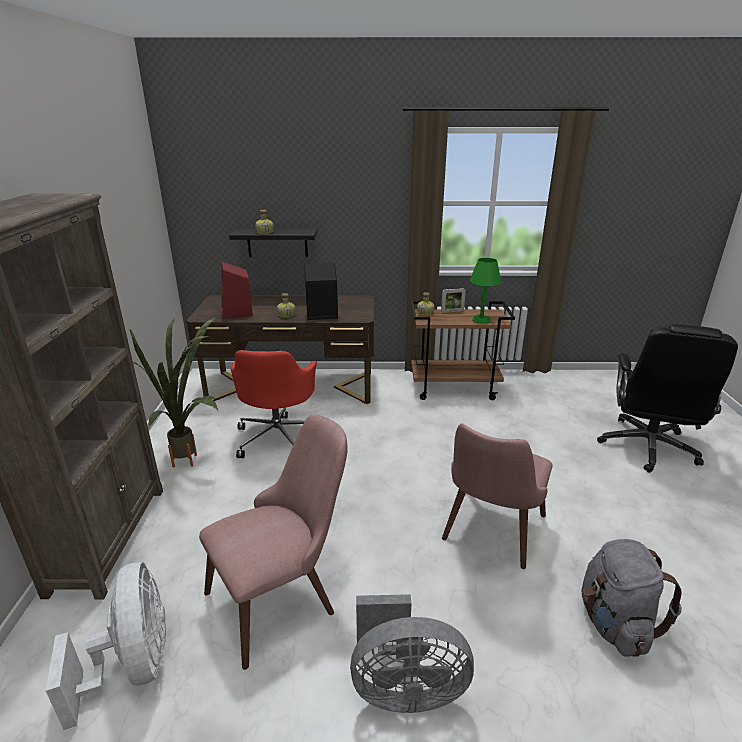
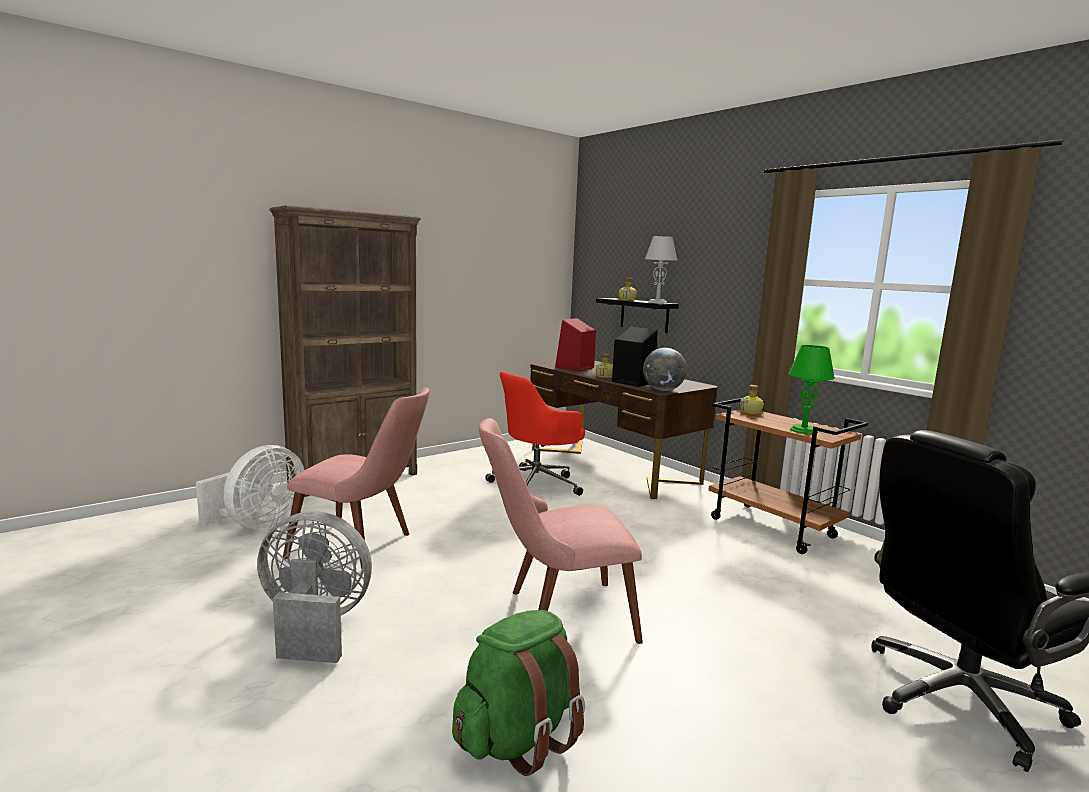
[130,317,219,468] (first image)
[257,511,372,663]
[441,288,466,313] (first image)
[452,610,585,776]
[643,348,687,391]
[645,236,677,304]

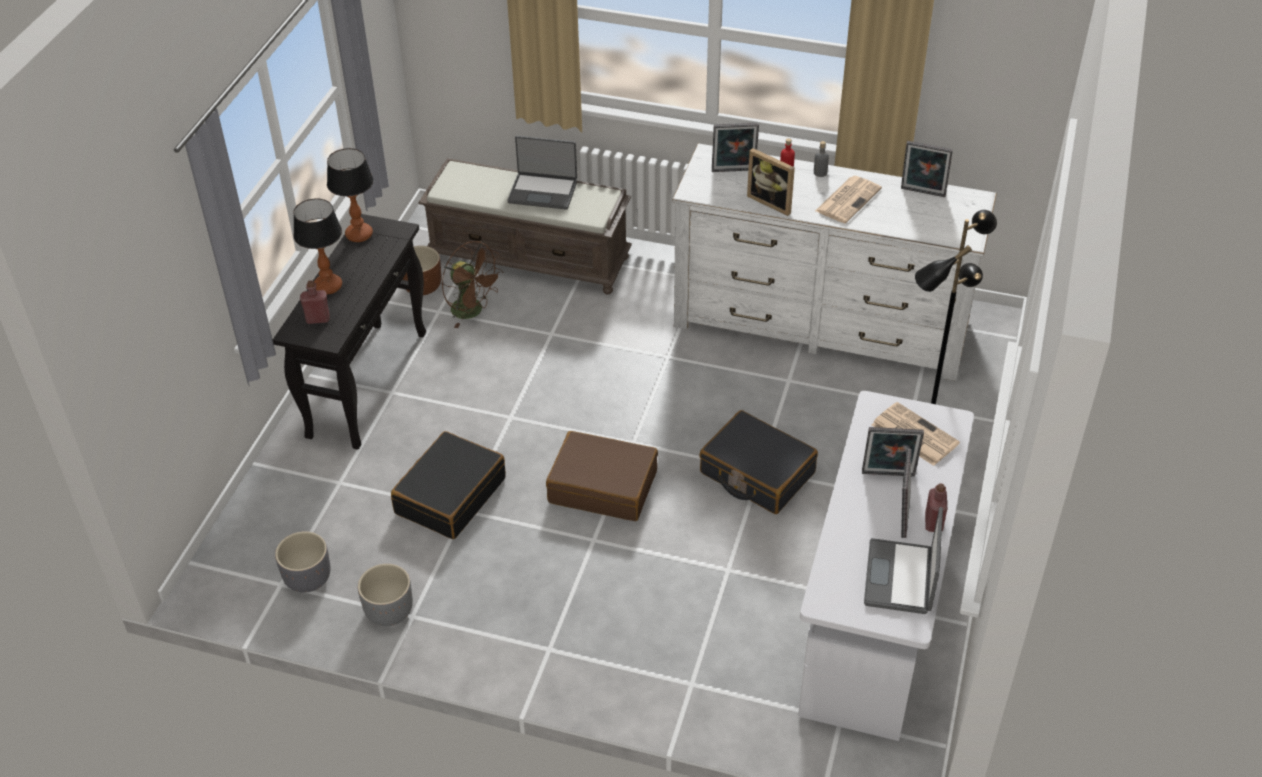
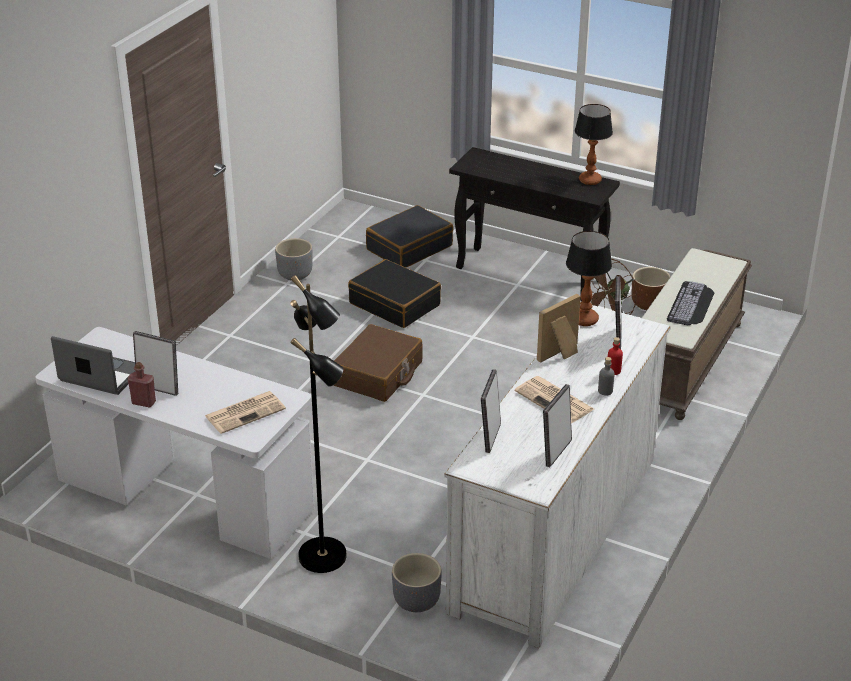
[392,553,442,612]
[566,231,612,326]
[300,280,330,324] (first image)
[667,281,714,325]
[366,205,453,267]
[481,369,501,453]

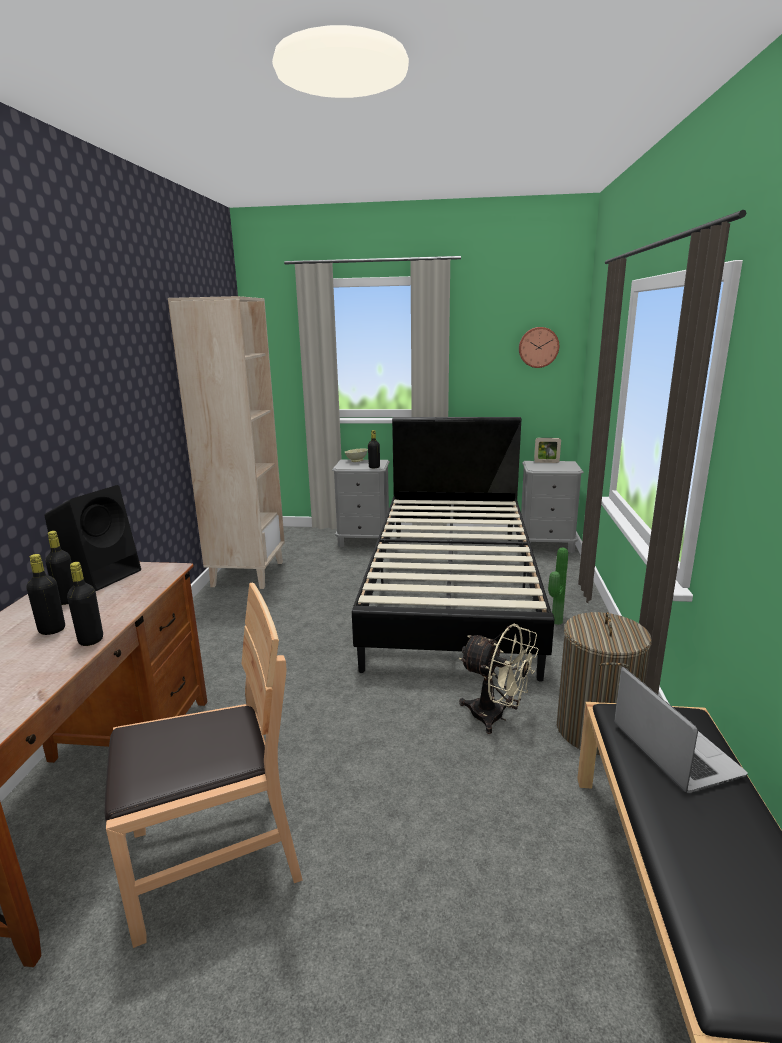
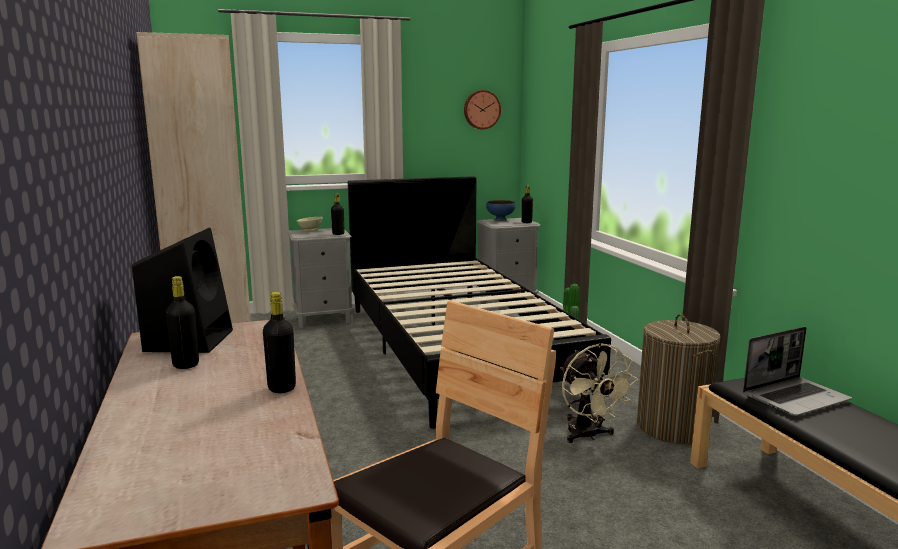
[521,185,533,223]
[560,343,638,443]
[486,200,516,221]
[743,327,852,416]

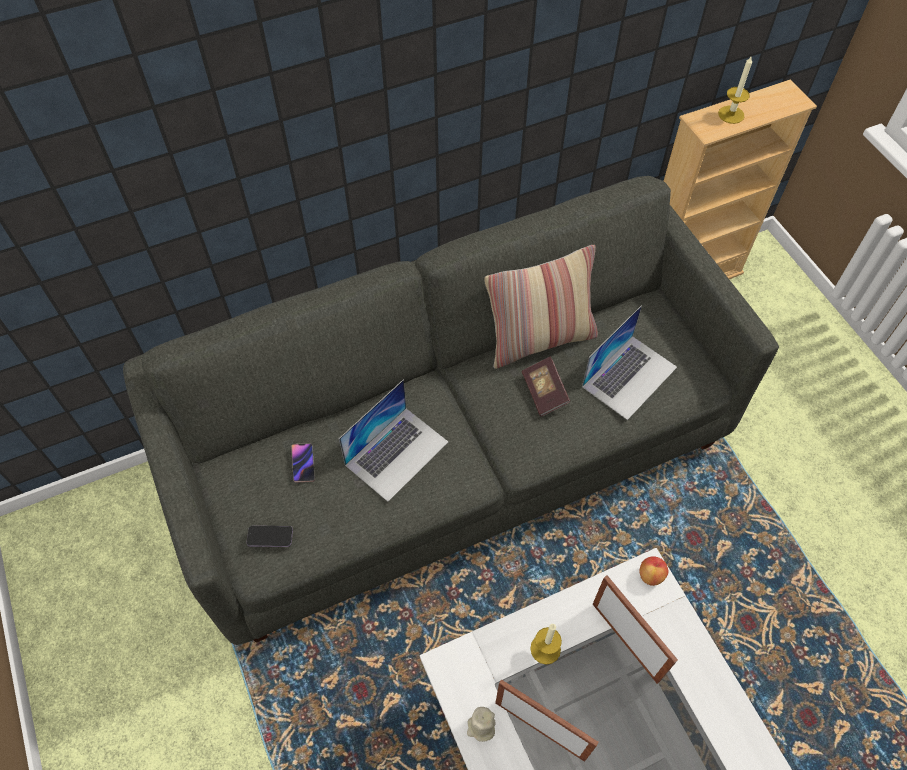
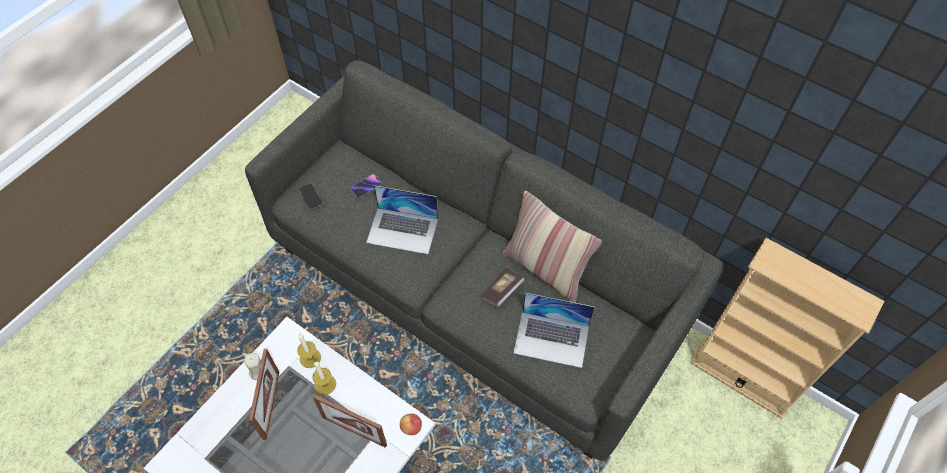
[313,394,387,448]
[297,334,321,368]

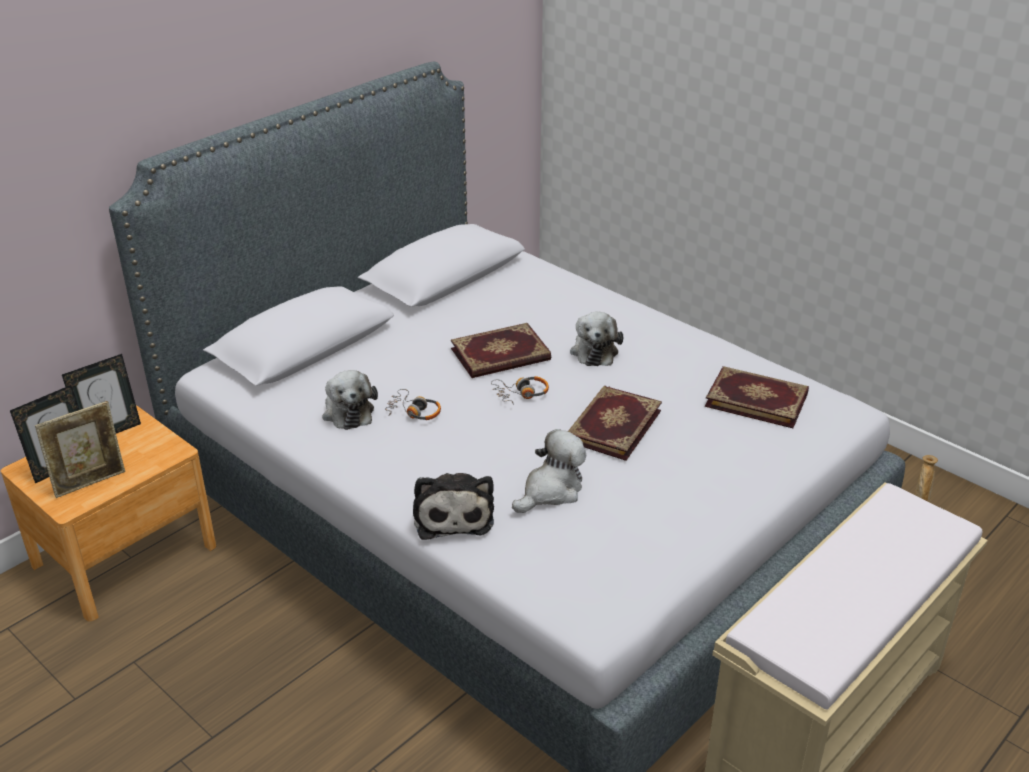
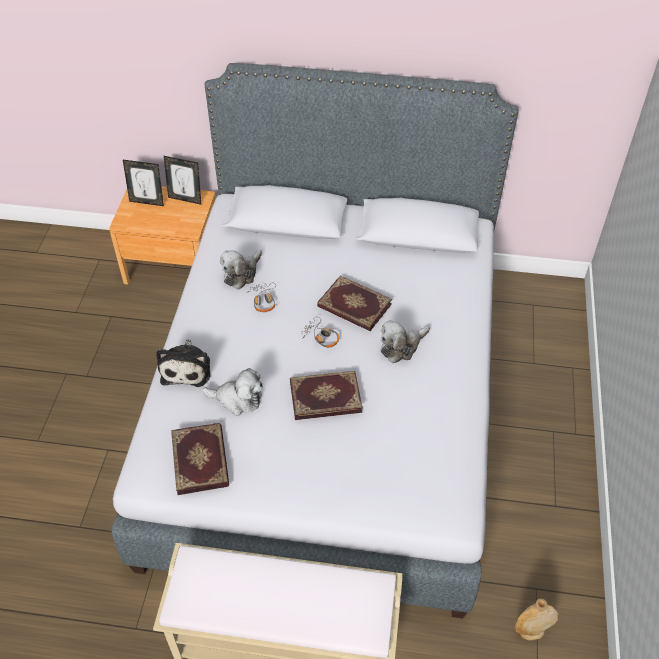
[35,401,125,498] (first image)
[156,339,211,387]
[171,423,229,495]

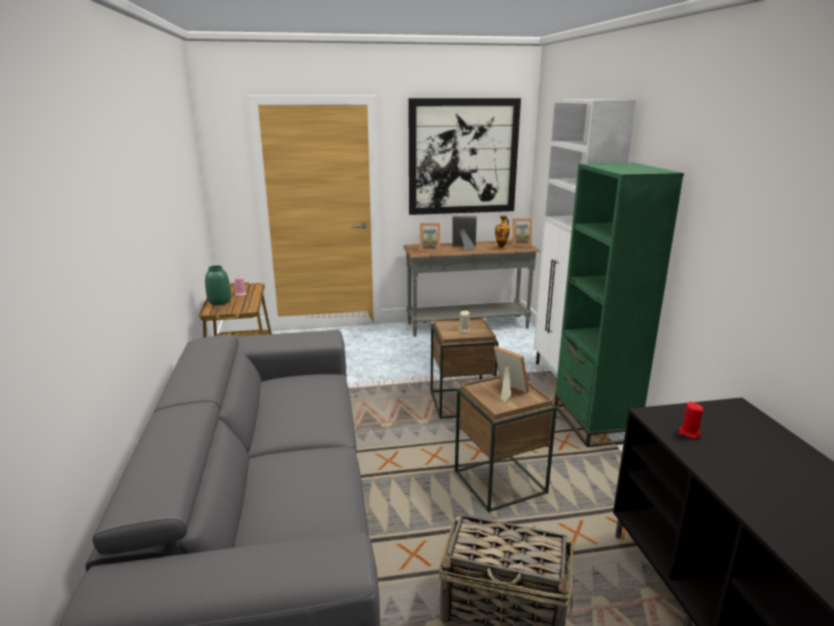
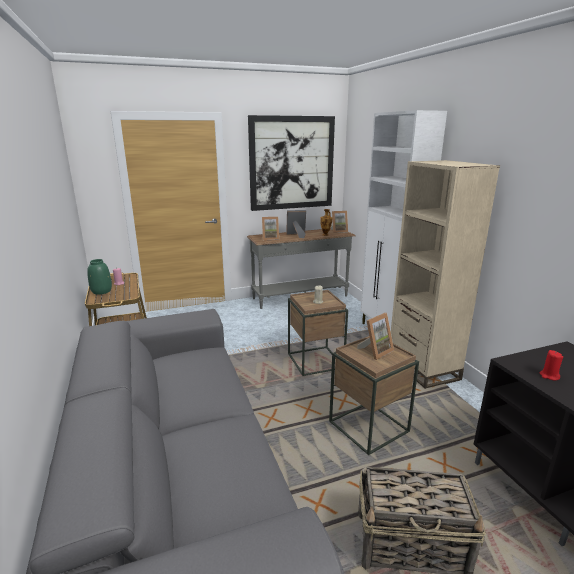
[357,313,394,360]
[391,160,500,389]

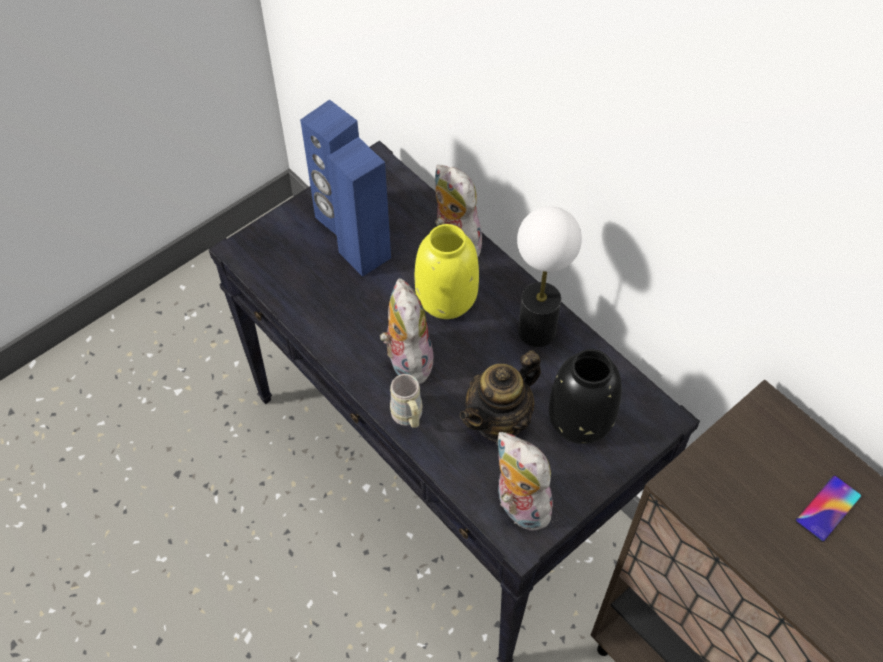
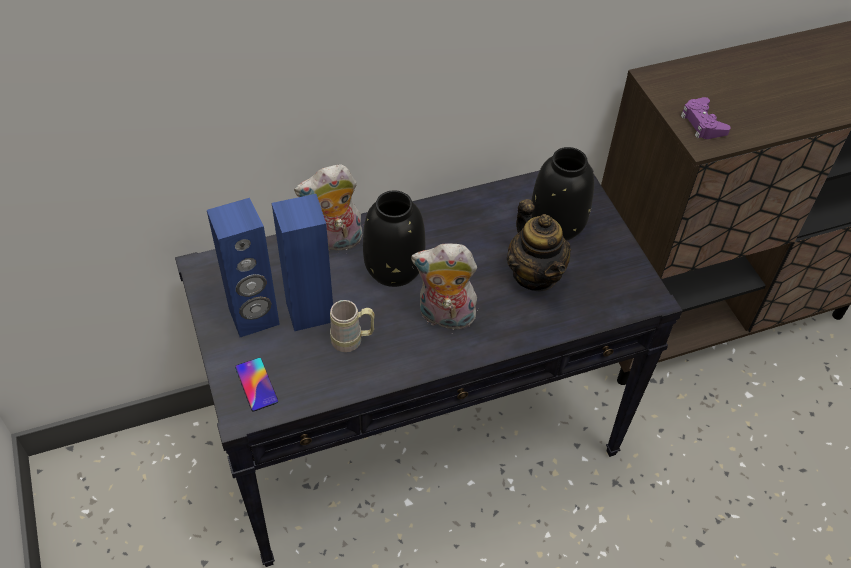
[330,300,375,352]
[363,190,425,287]
[497,432,553,531] (first image)
[517,206,582,347] (first image)
[235,358,278,411]
[681,97,731,139]

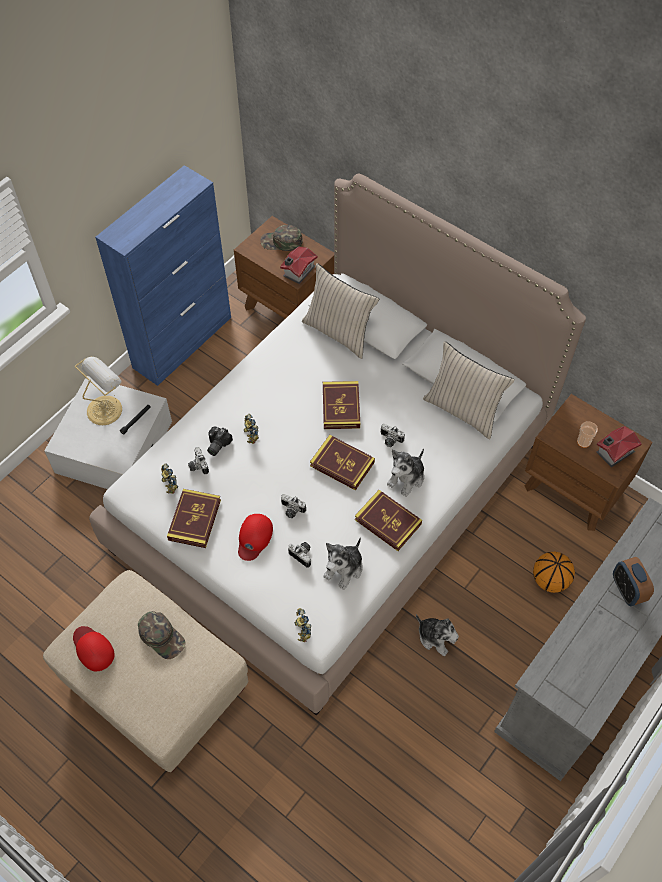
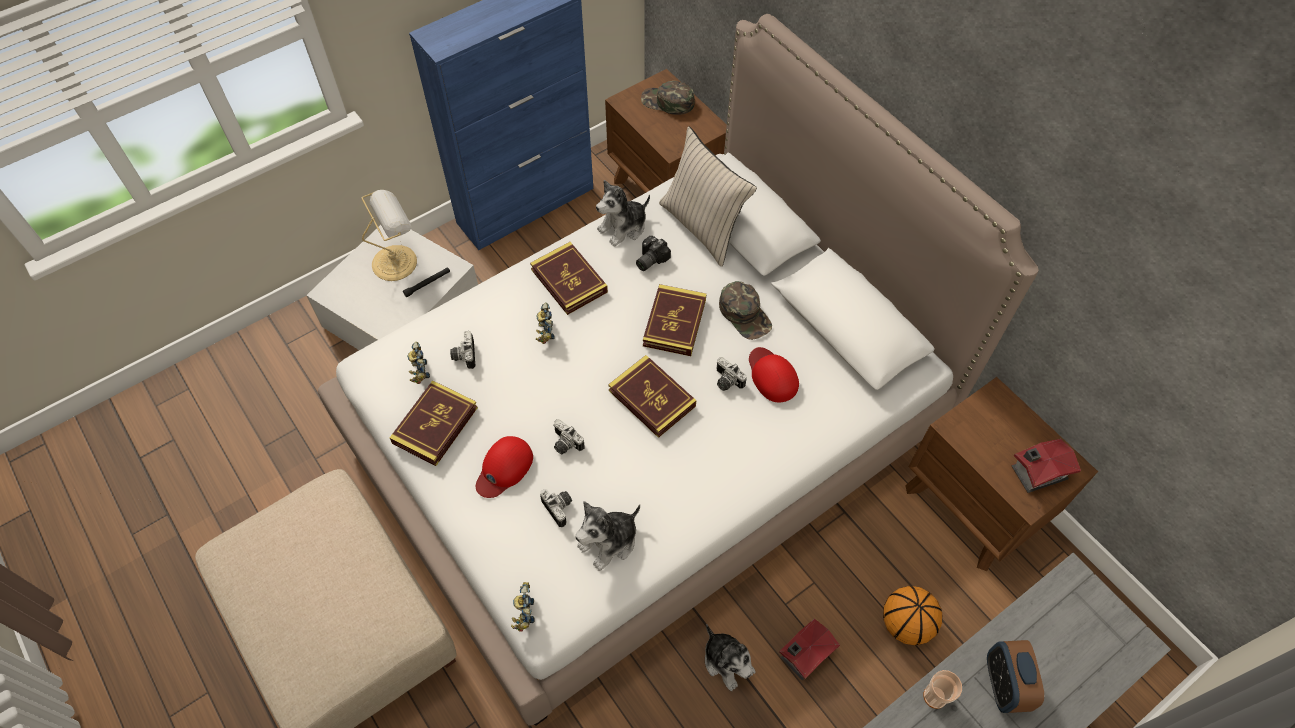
[749,347,799,402]
[719,281,772,340]
[636,236,671,271]
[779,619,840,681]
[530,242,608,315]
[596,180,650,247]
[423,341,515,439] (first image)
[923,670,962,709]

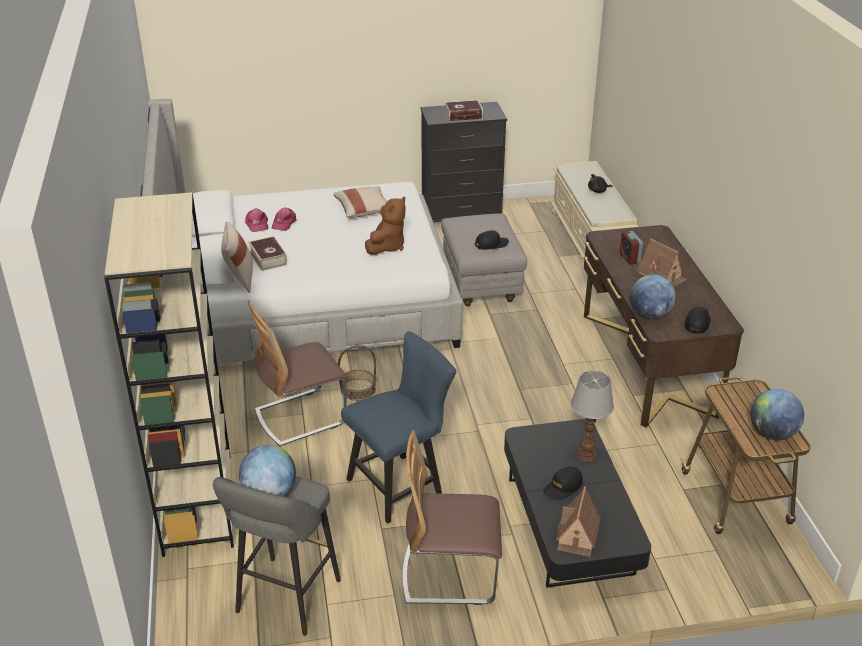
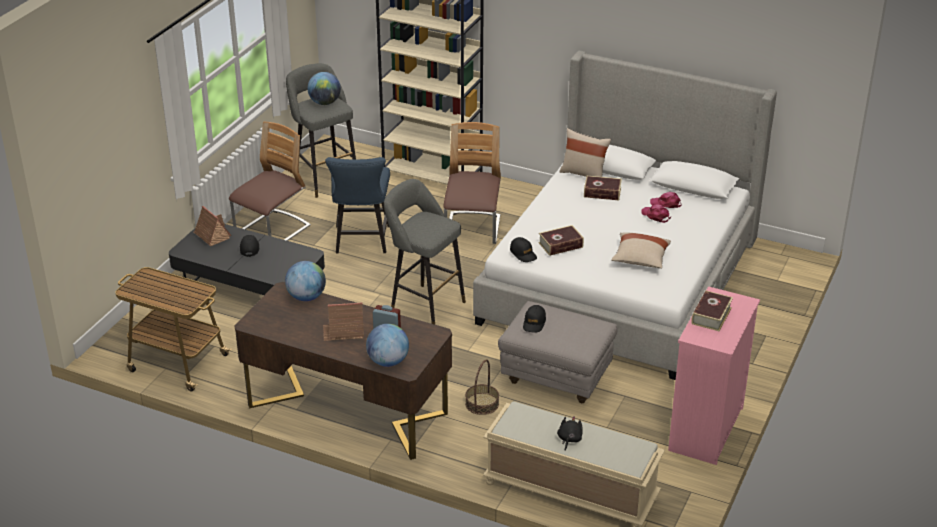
[465,359,499,415]
[538,225,584,256]
[668,286,760,465]
[571,371,614,462] (first image)
[510,237,537,262]
[366,324,409,367]
[384,179,466,325]

